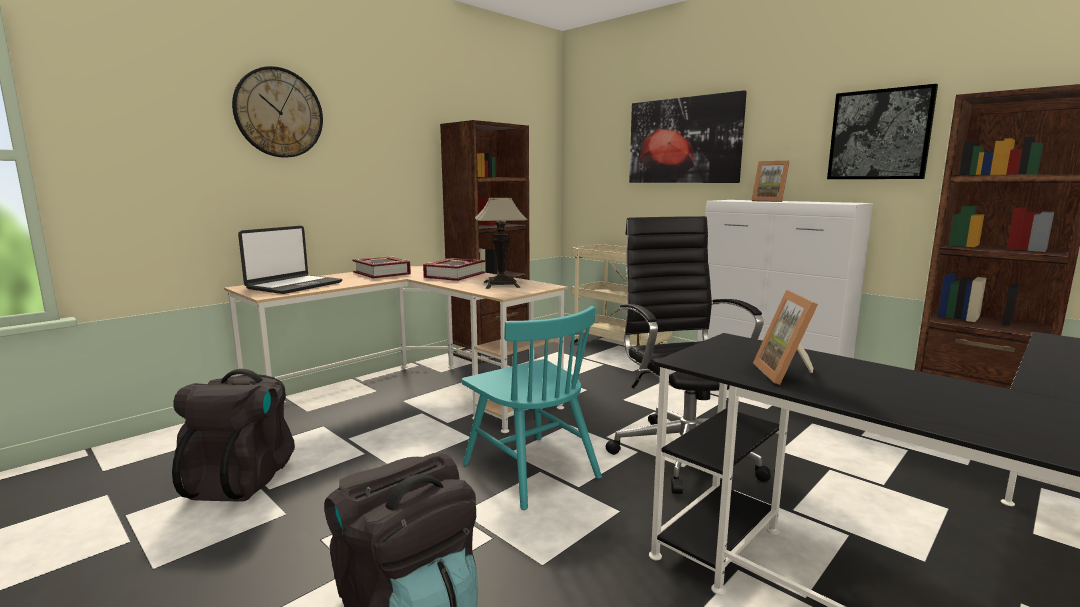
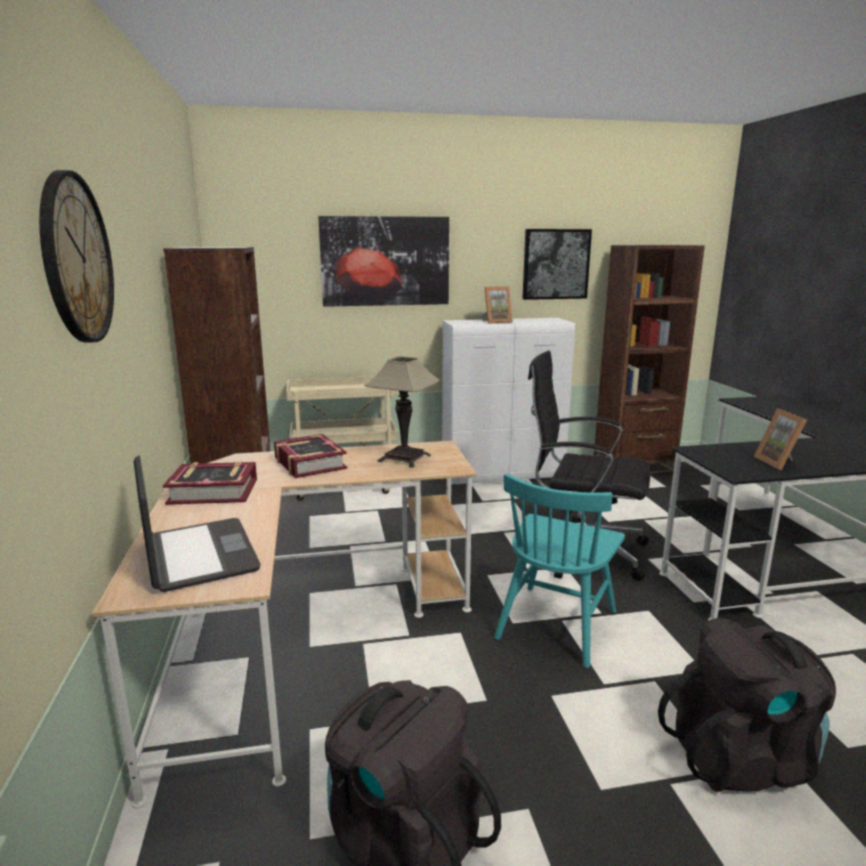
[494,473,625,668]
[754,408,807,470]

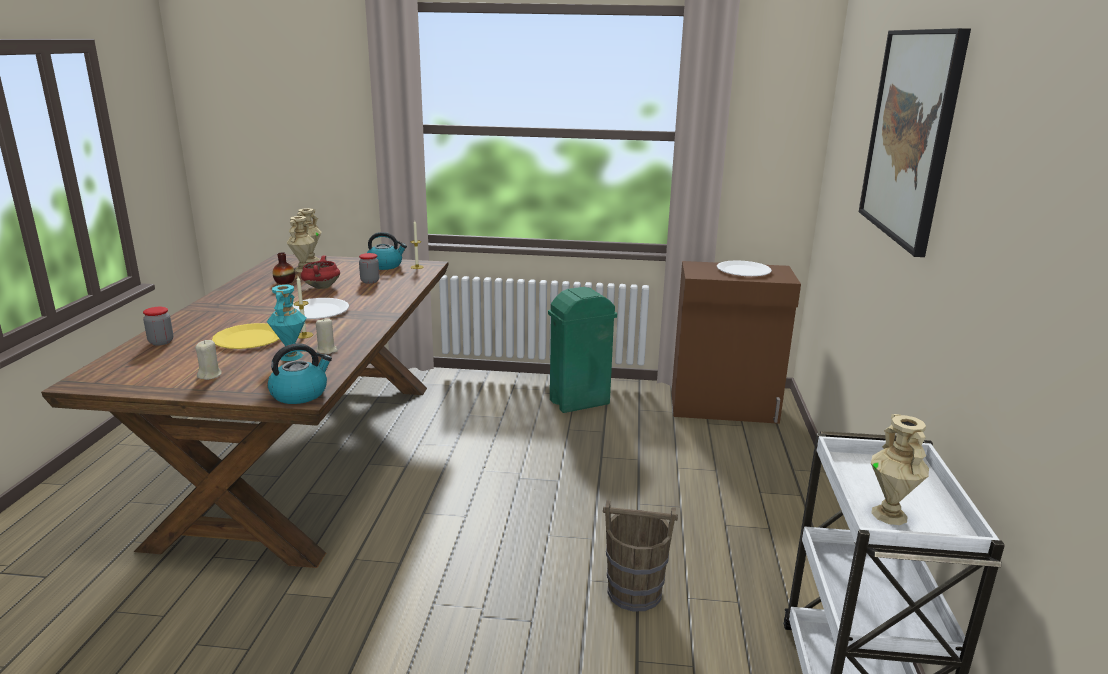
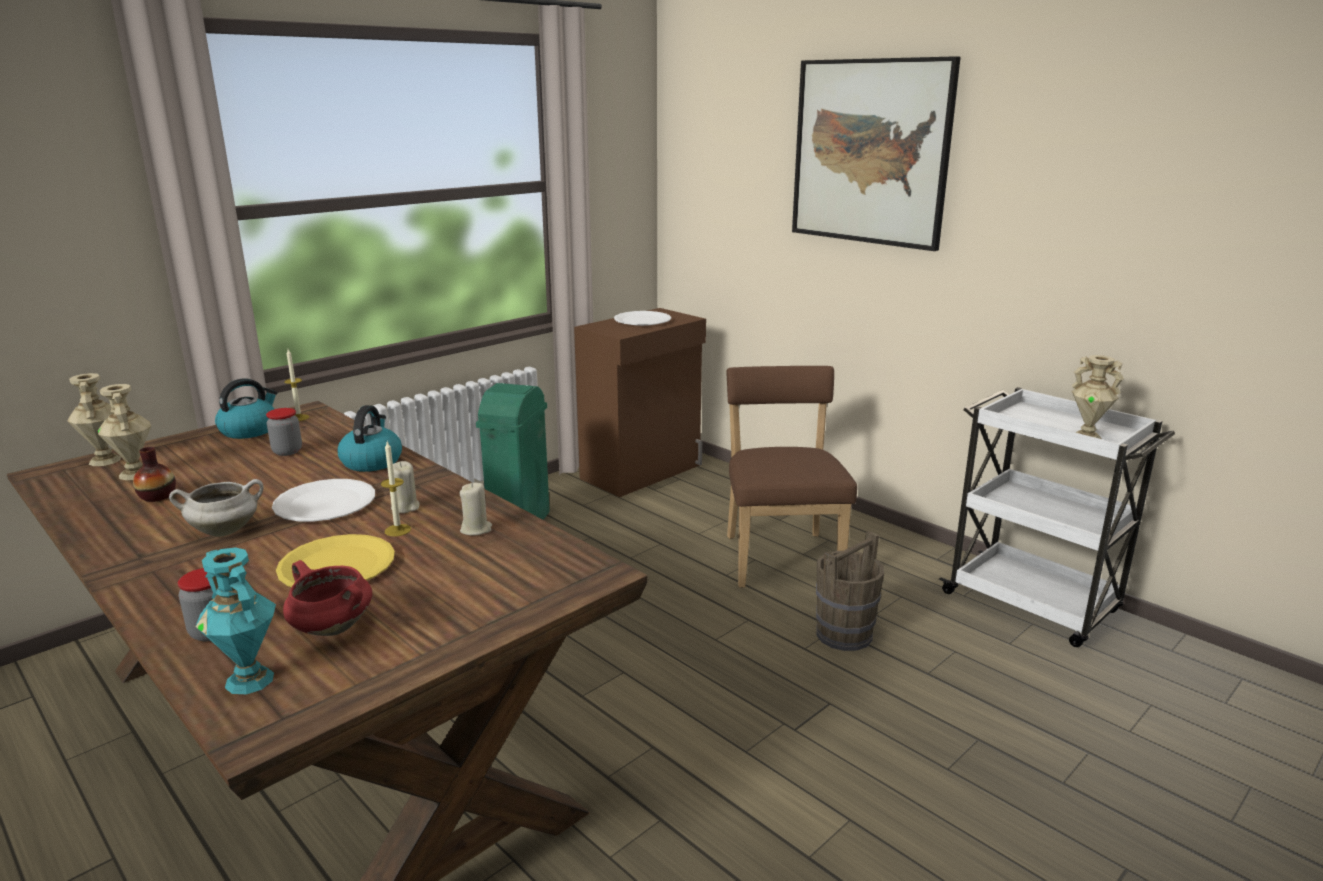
[391,461,420,513]
[196,547,276,694]
[338,405,402,472]
[283,560,372,636]
[169,479,263,537]
[726,366,857,588]

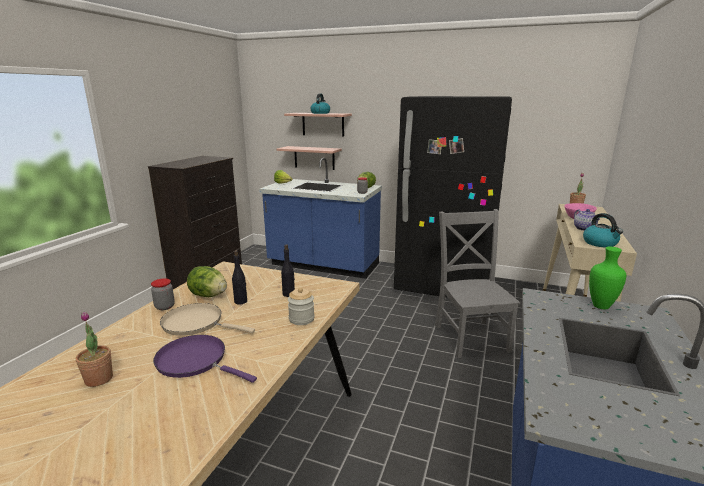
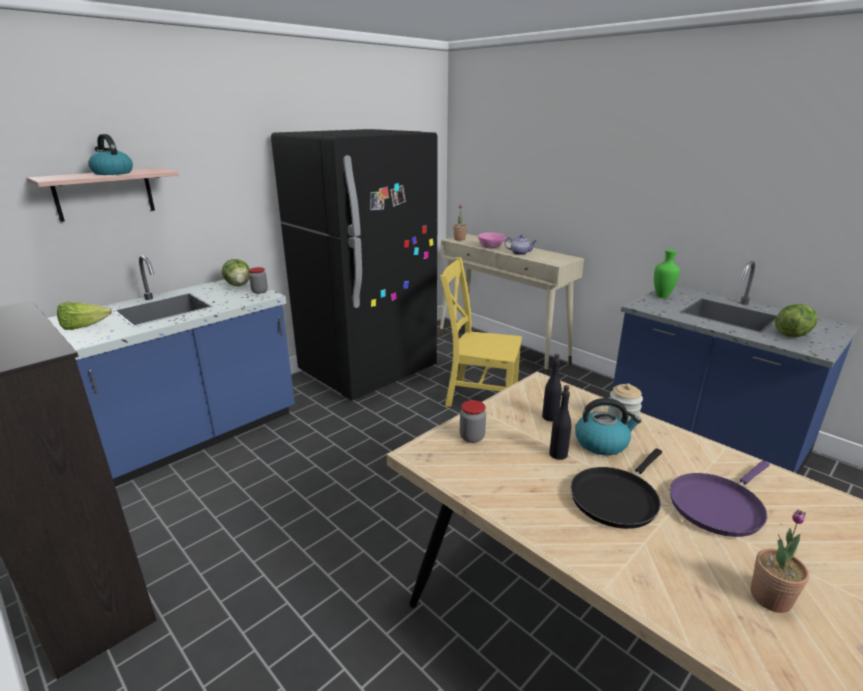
[460,400,486,443]
[571,448,662,529]
[775,304,817,337]
[277,146,342,170] (first image)
[440,257,522,407]
[575,398,641,455]

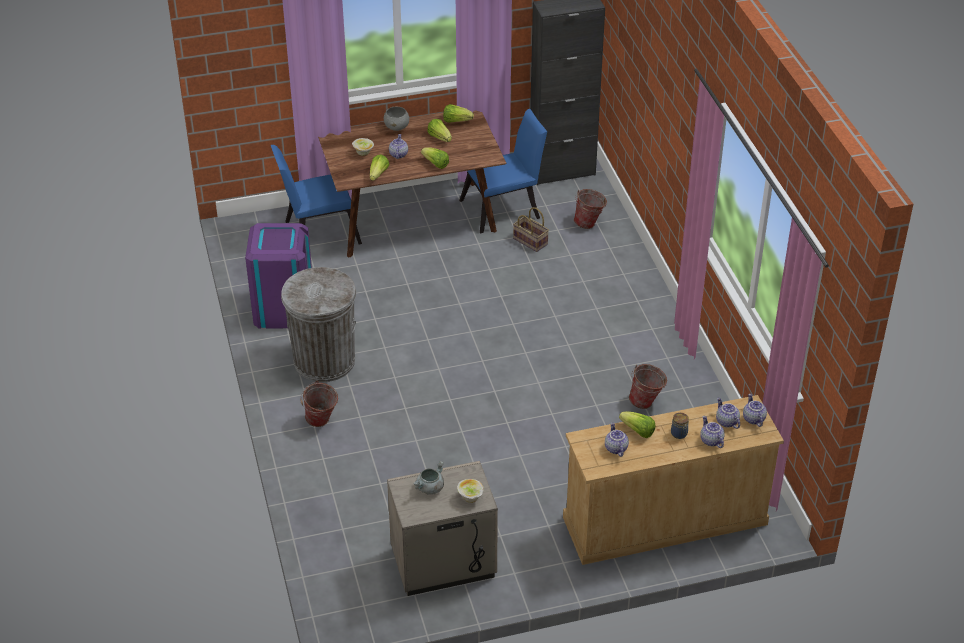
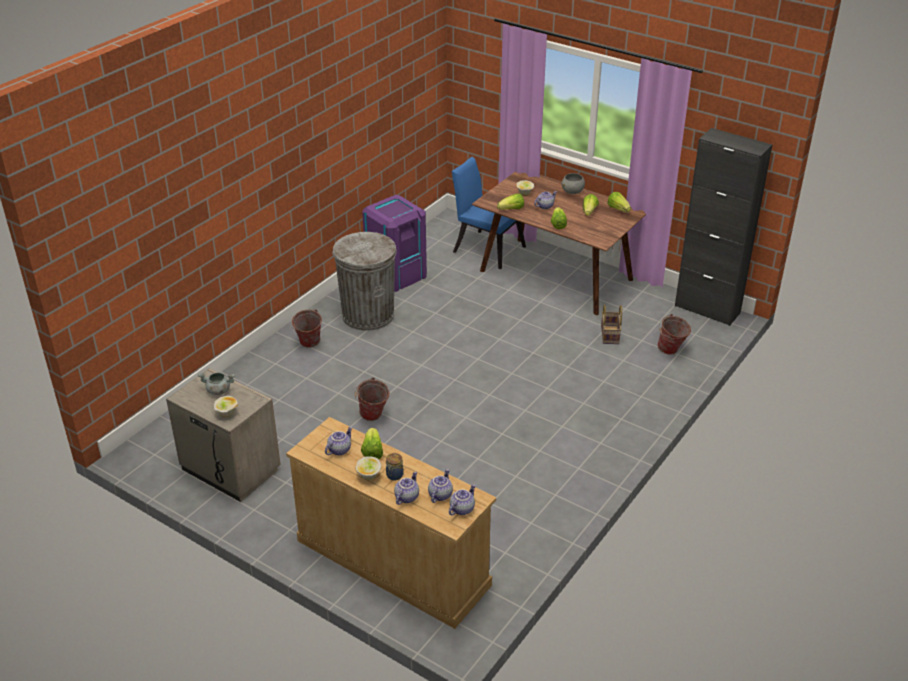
[459,109,547,233] (first image)
[355,378,390,421]
[355,456,381,480]

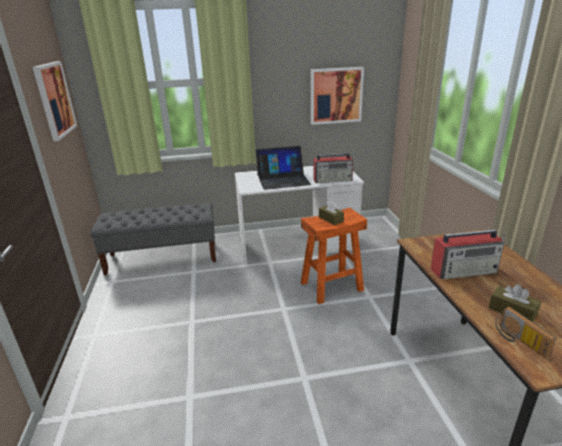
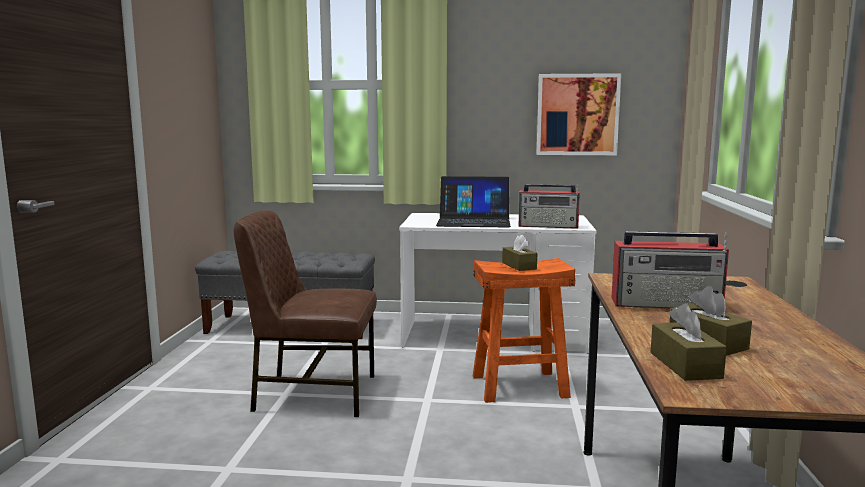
[32,61,77,141] (first image)
[650,303,727,381]
[234,210,377,417]

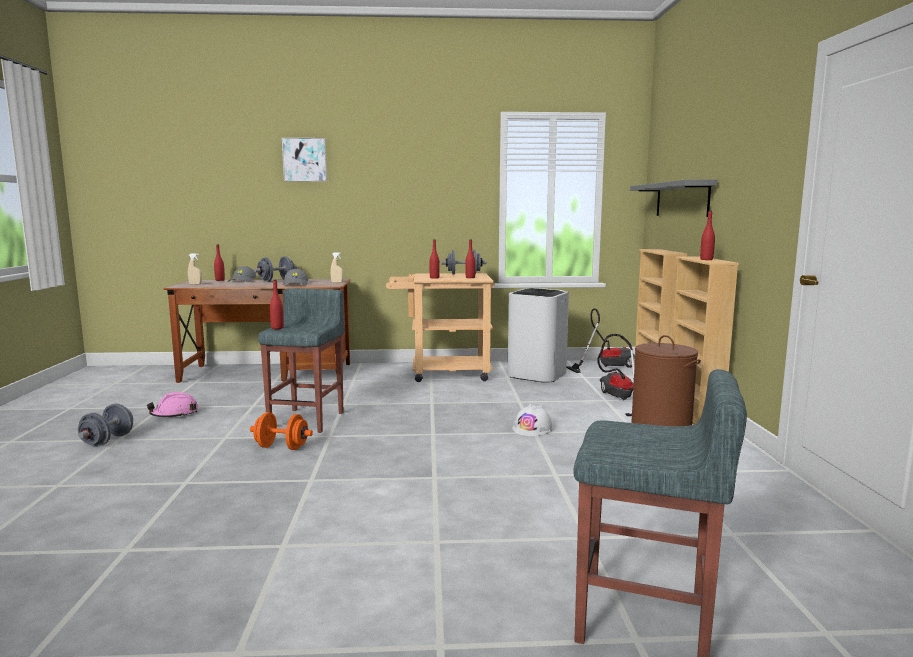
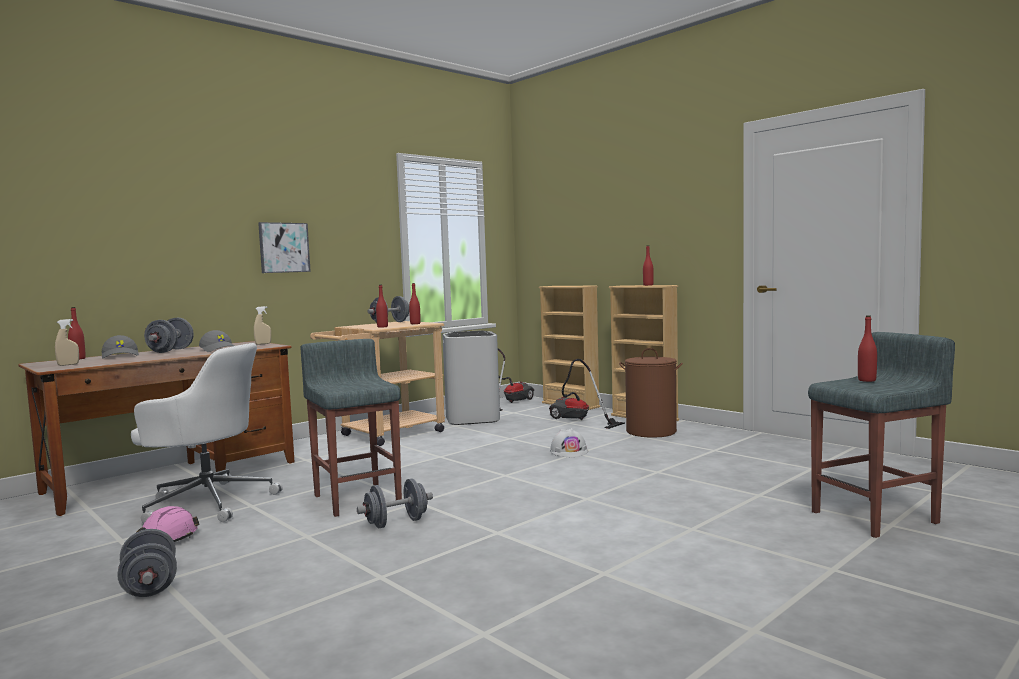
[357,478,433,528]
[858,315,877,382]
[258,222,311,273]
[630,179,718,217] (first image)
[131,343,283,524]

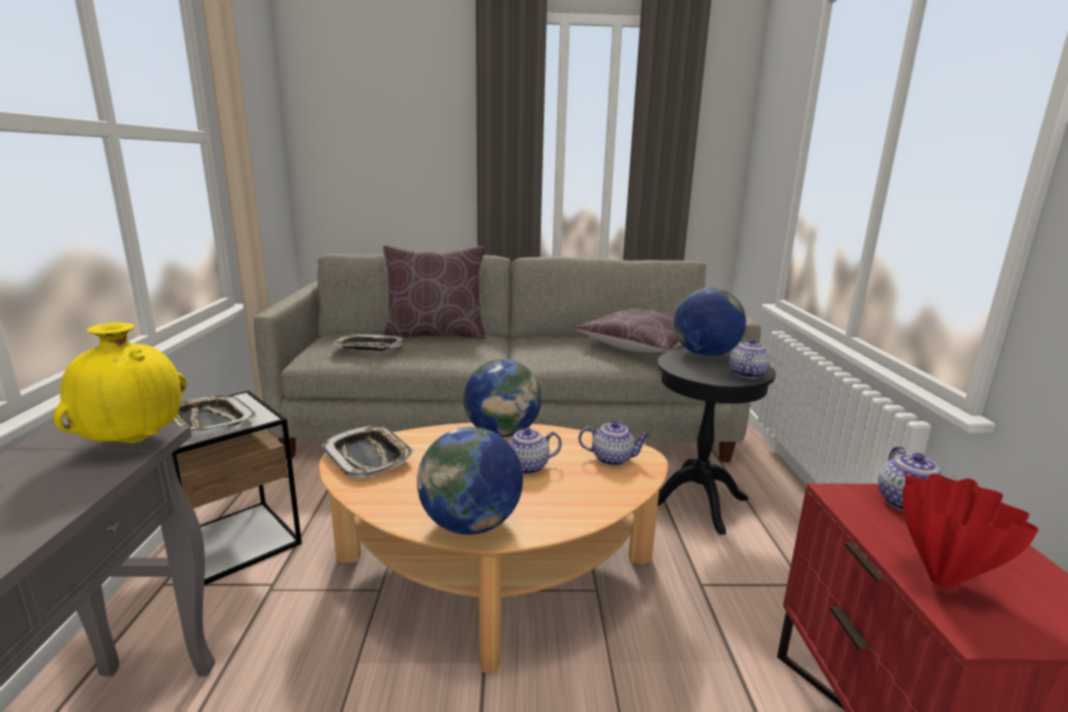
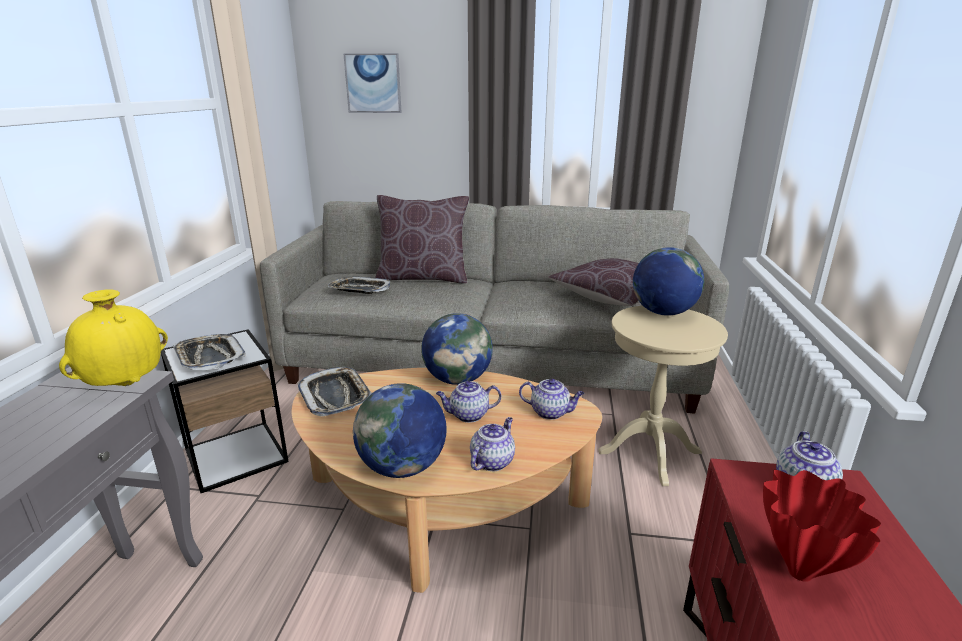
[598,306,728,486]
[470,417,515,471]
[344,53,402,113]

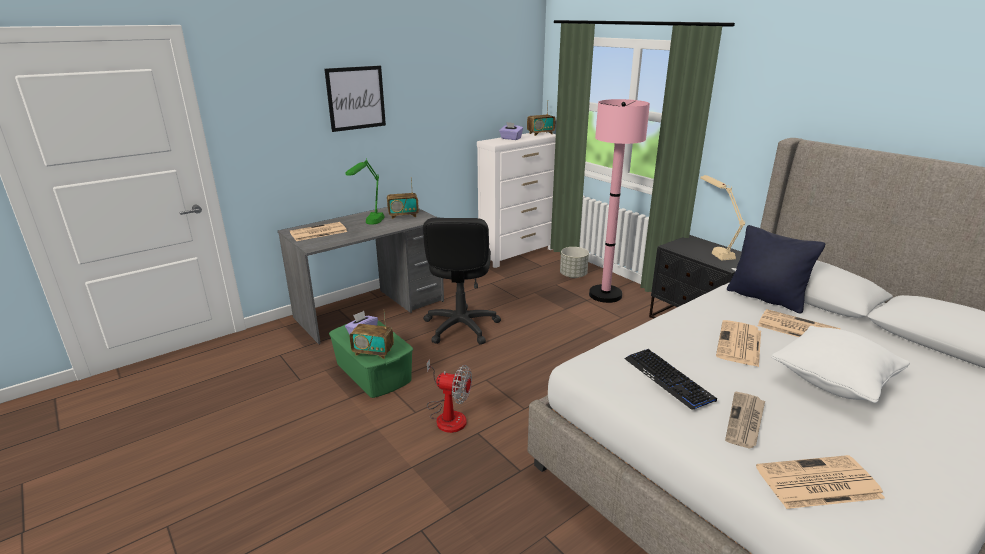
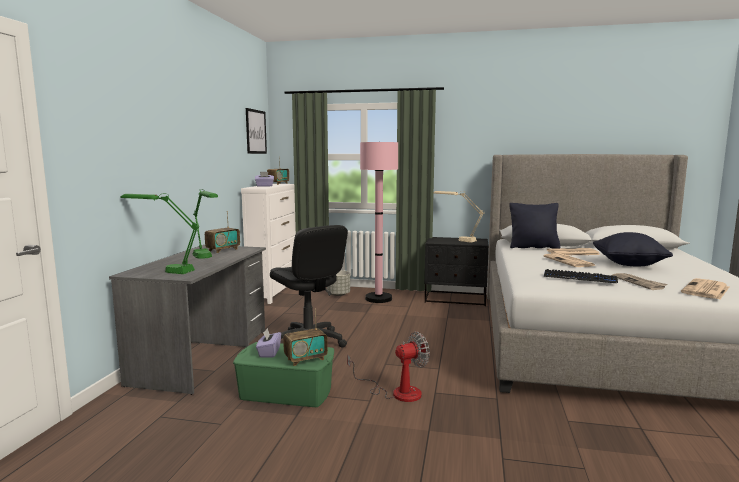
[120,194,199,274]
[246,108,267,154]
[593,232,673,266]

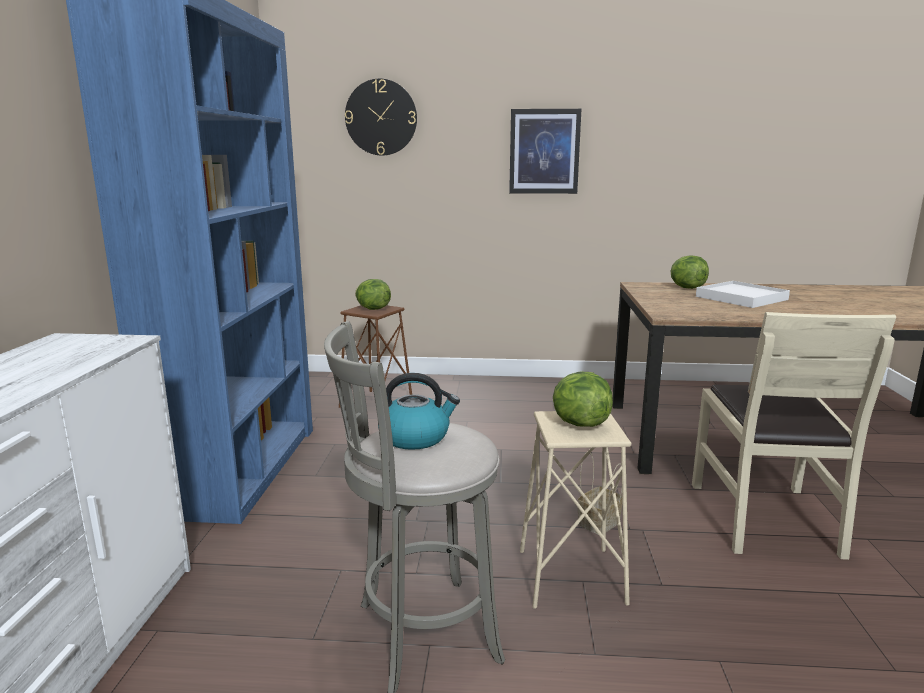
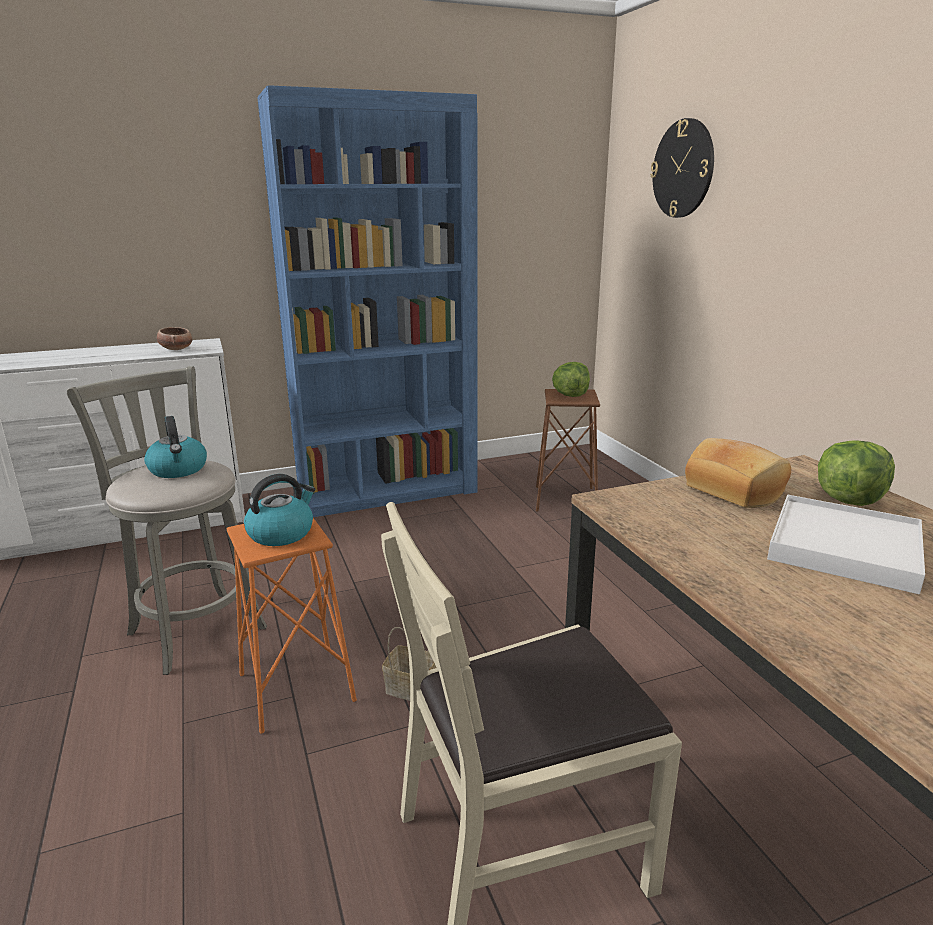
[509,109,581,194] (first image)
[227,518,357,734]
[244,474,315,546]
[157,327,192,350]
[685,438,791,508]

